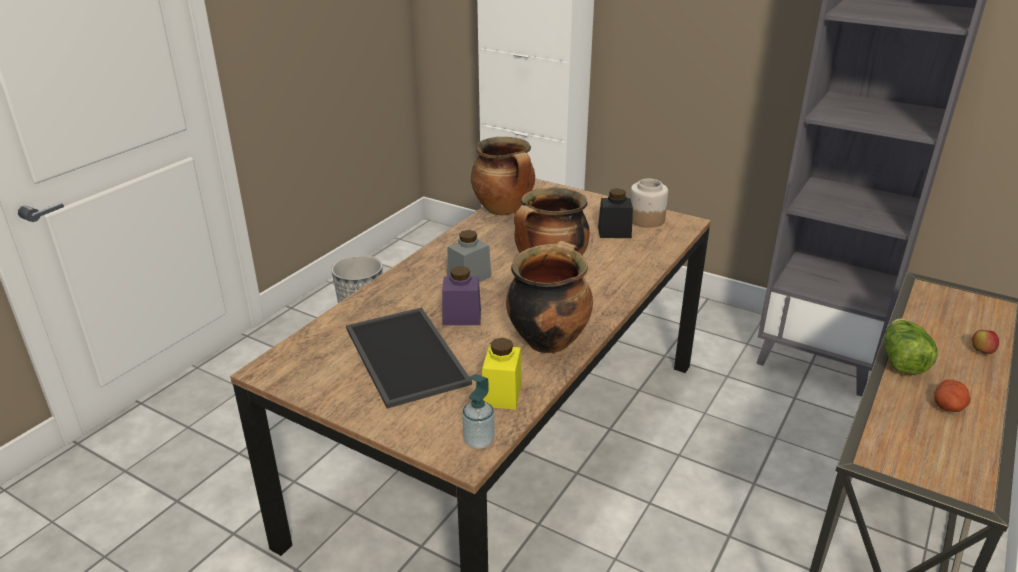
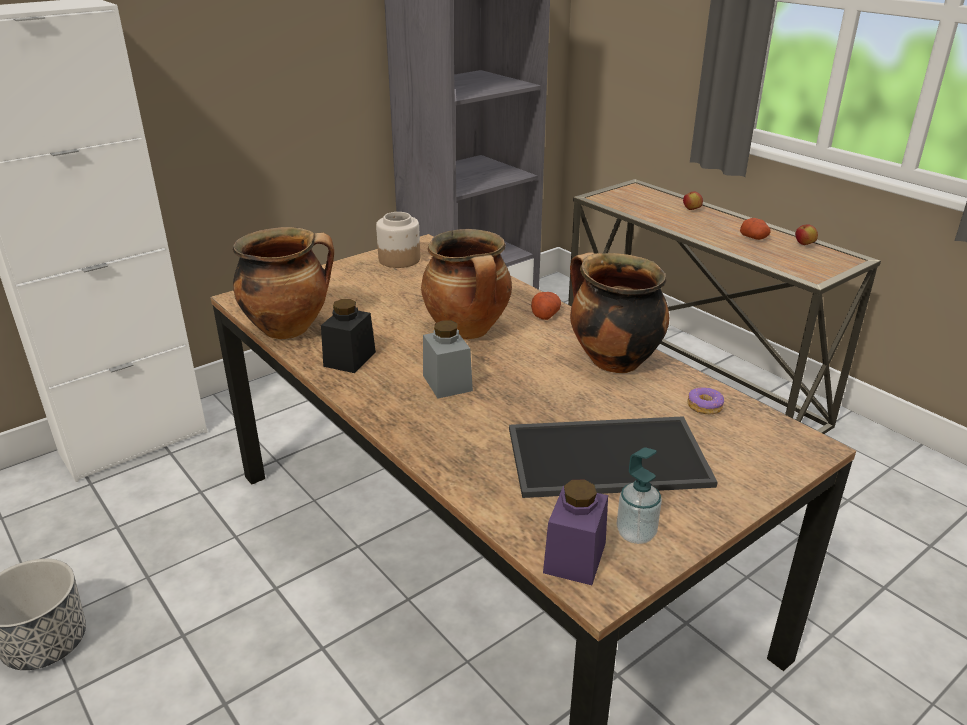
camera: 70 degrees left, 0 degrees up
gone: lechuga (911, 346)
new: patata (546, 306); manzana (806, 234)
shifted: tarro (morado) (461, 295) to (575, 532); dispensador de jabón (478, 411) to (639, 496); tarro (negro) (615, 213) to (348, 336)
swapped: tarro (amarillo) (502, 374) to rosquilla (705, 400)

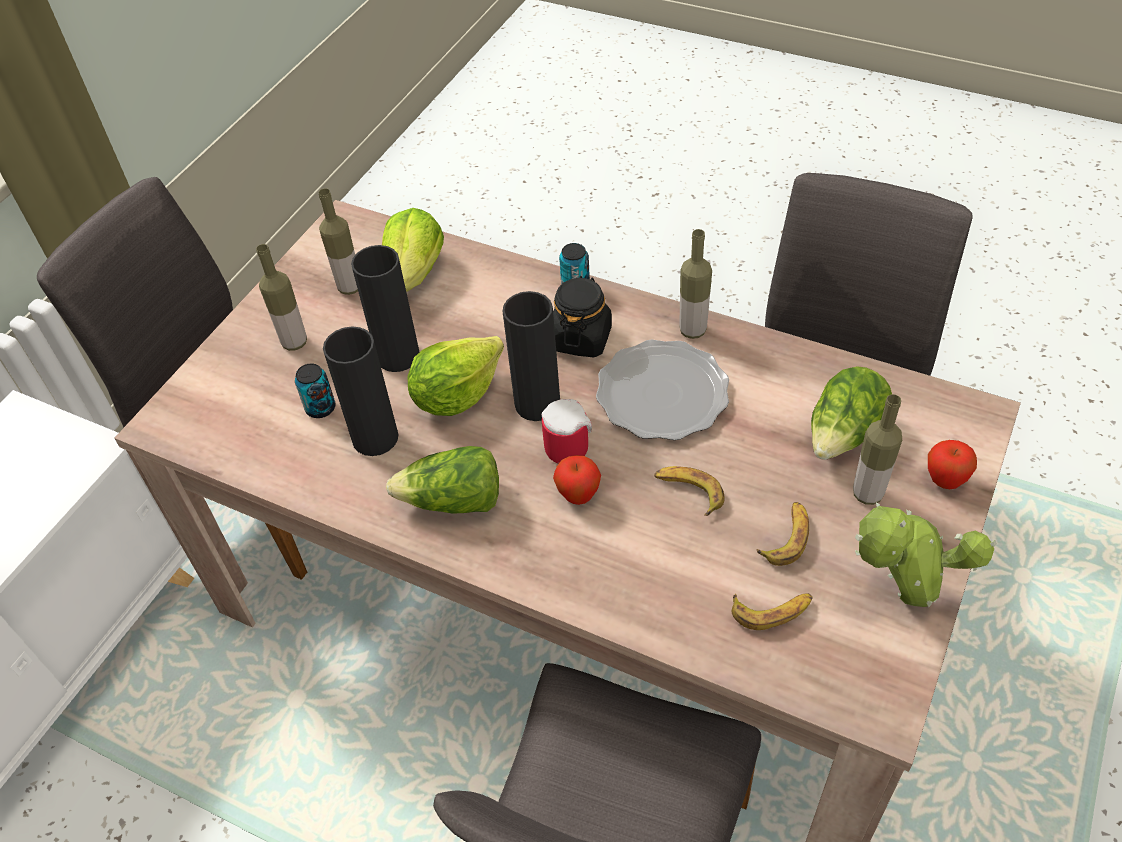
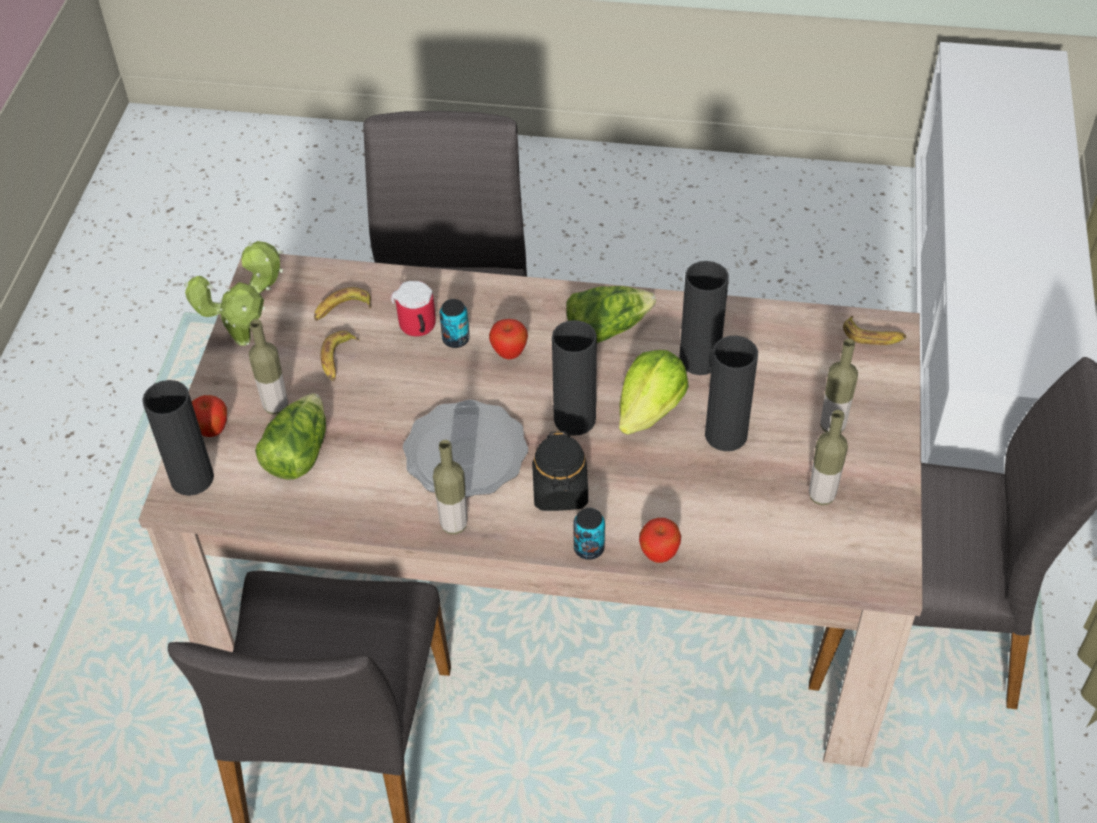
camera: 160 degrees right, 0 degrees up
gone: lechuga (413, 250)
new: florero (negro) (178, 438); manzana (660, 540)
shifted: lata (315, 390) to (454, 323); taza grande (567, 431) to (413, 308); plátano (689, 491) to (874, 330)

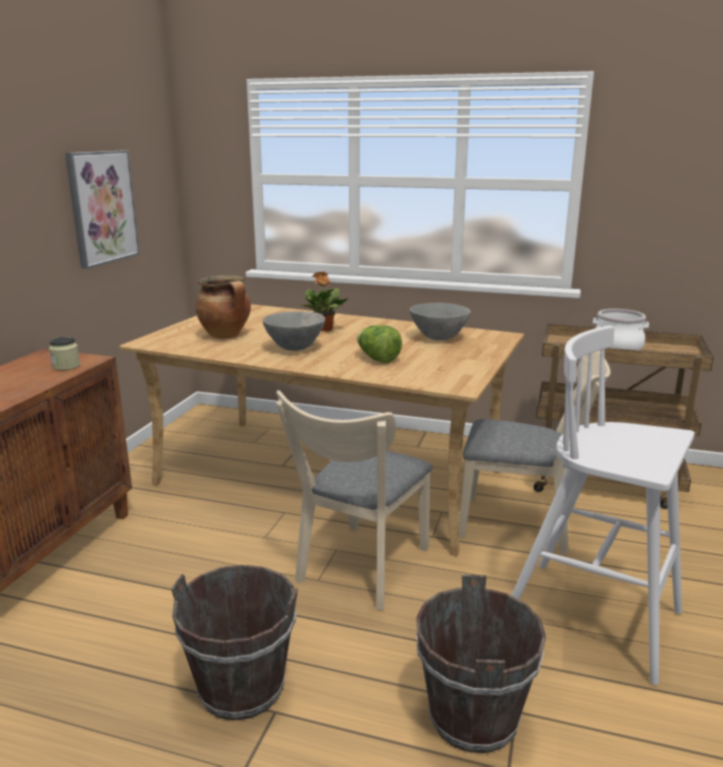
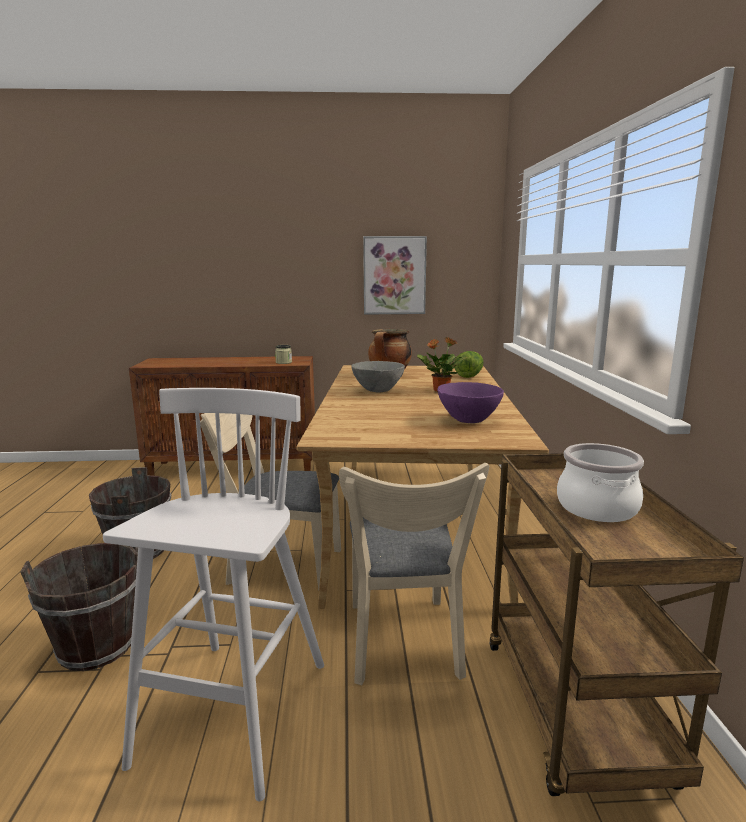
camera: 70 degrees right, 5 degrees down
shifted: lechuga (379, 344) to (469, 364)
repainted: cuenco (gris) (440, 321) to cuenco (morado) (470, 402)

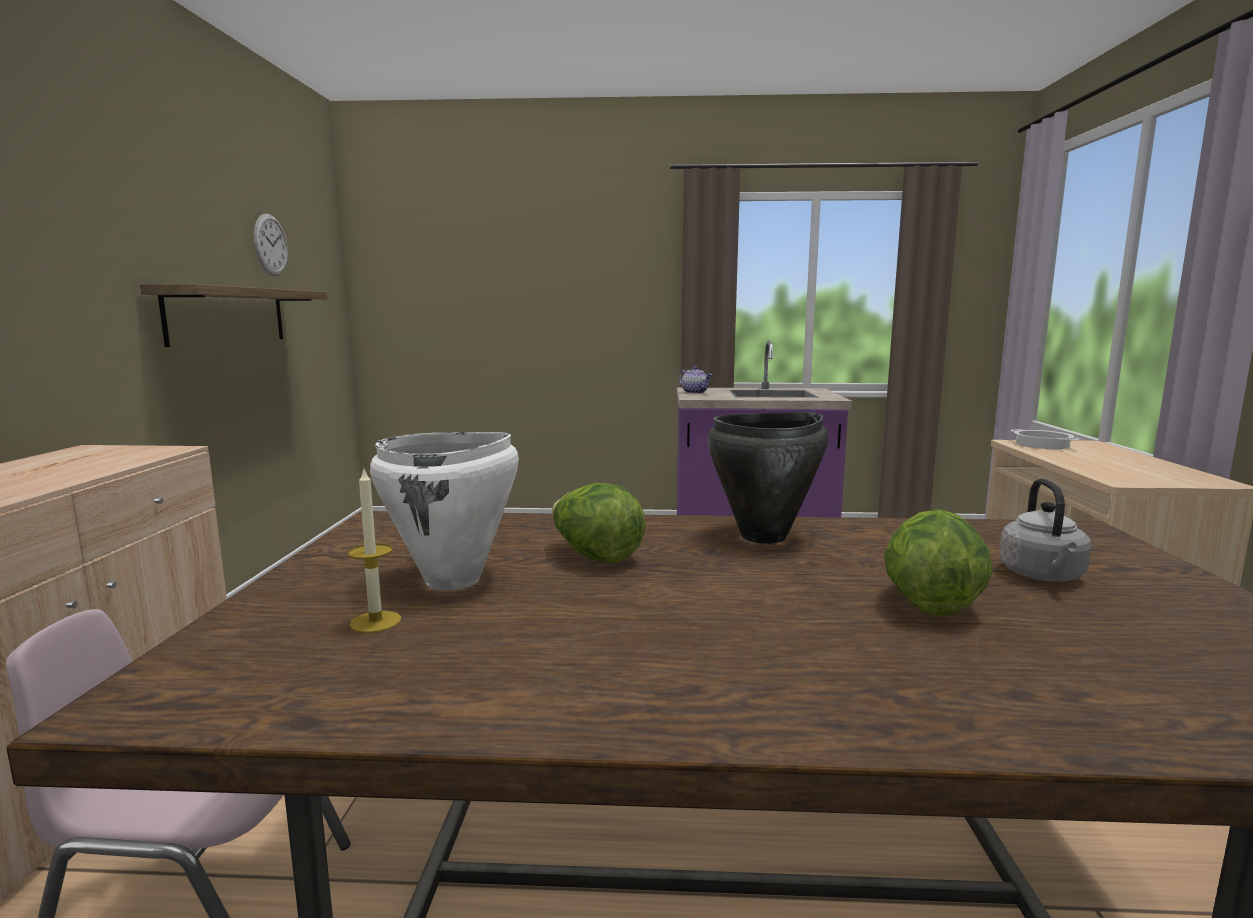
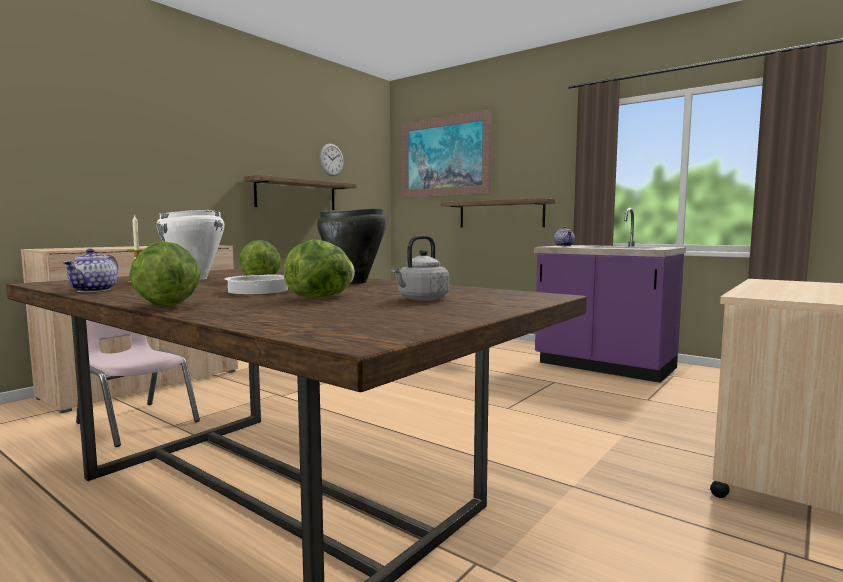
camera: 35 degrees right, 5 degrees down
new: tetera (90, 270); lechuga (165, 274); cuadro (447, 154); estante (498, 212)
shifted: olla (1045, 439) to (256, 285)

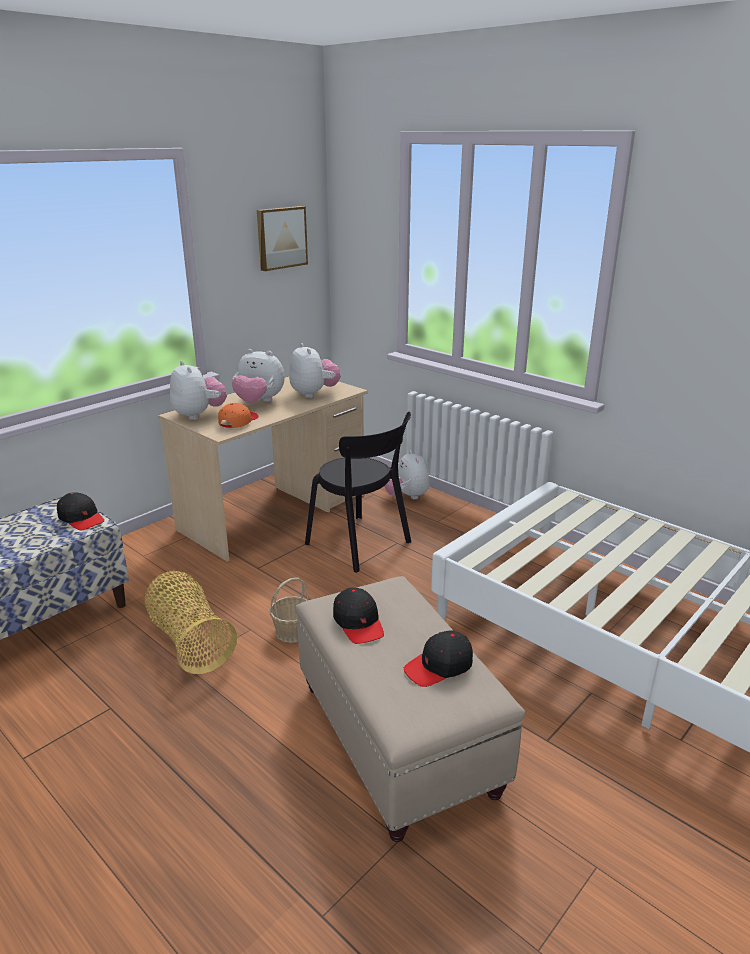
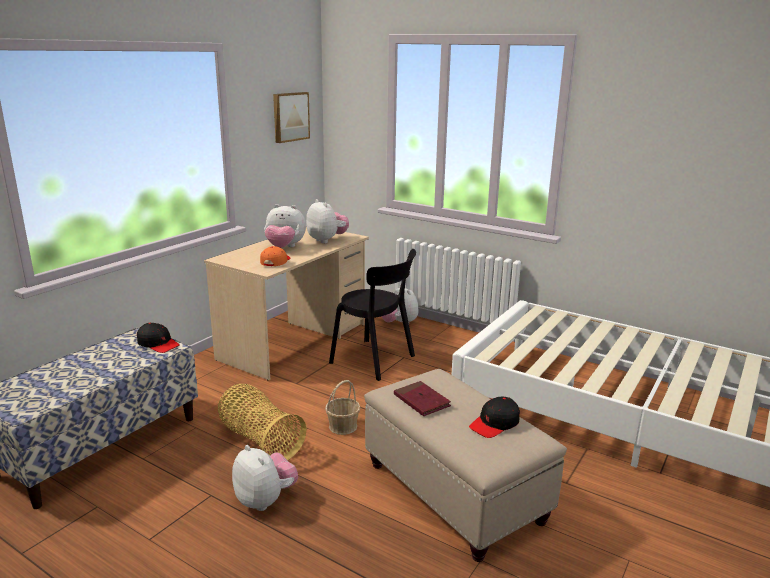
camera: 10 degrees left, 5 degrees down
shifted: peluche (198, 390) to (265, 478)
swapped: gorra (negro) (358, 616) to libro (rojo) (422, 398)

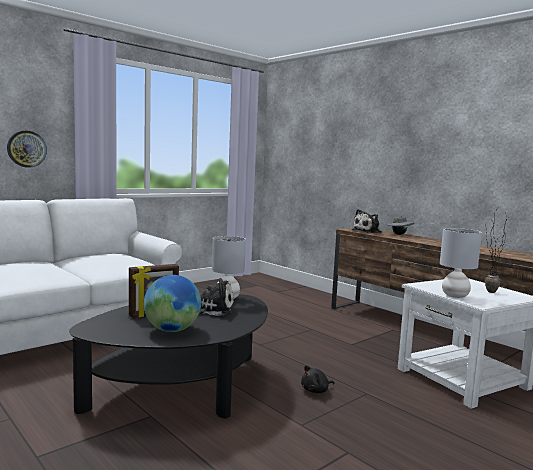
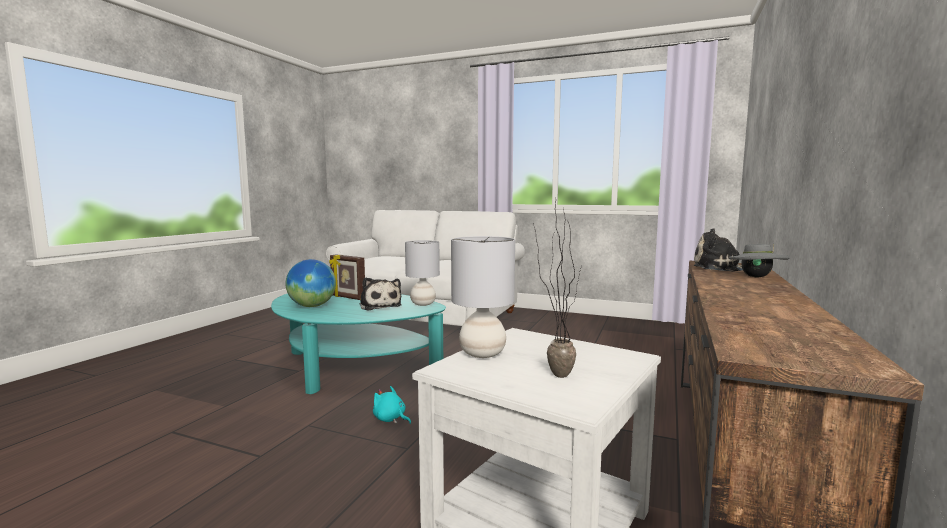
camera: 65 degrees right, 0 degrees up
gone: reloj de pared (27, 149)
repainted: mesa de centro (negro) (168, 356) to mesa de centro (turquesa) (358, 344); peluche (negro) (317, 379) to peluche (turquesa) (392, 405)

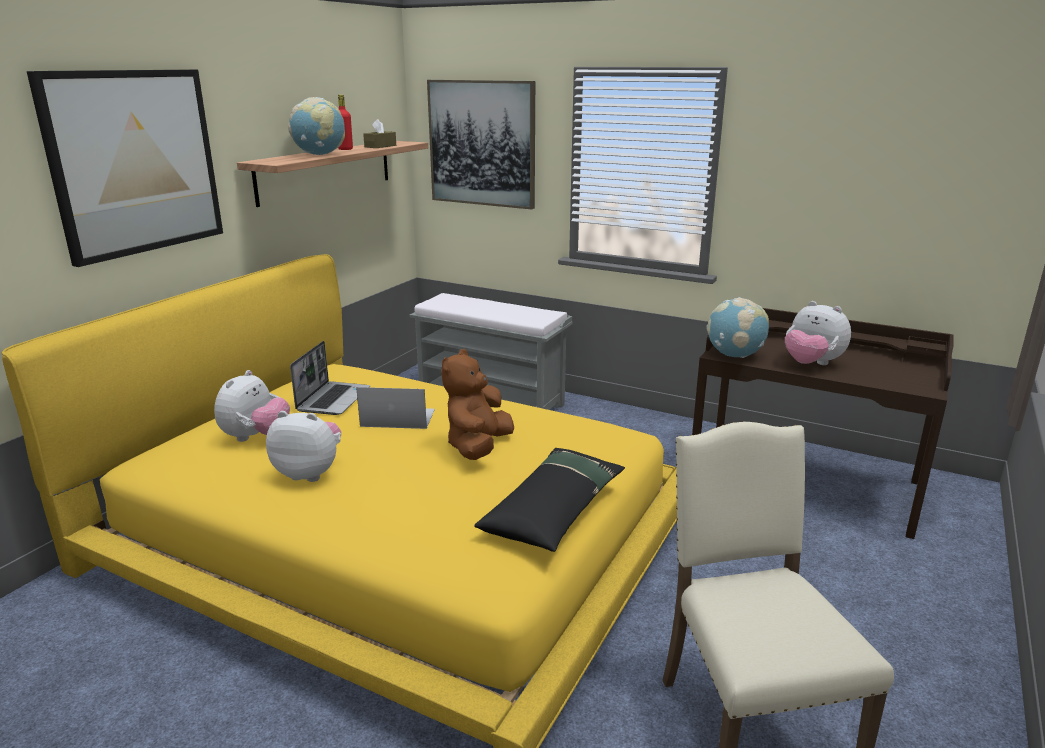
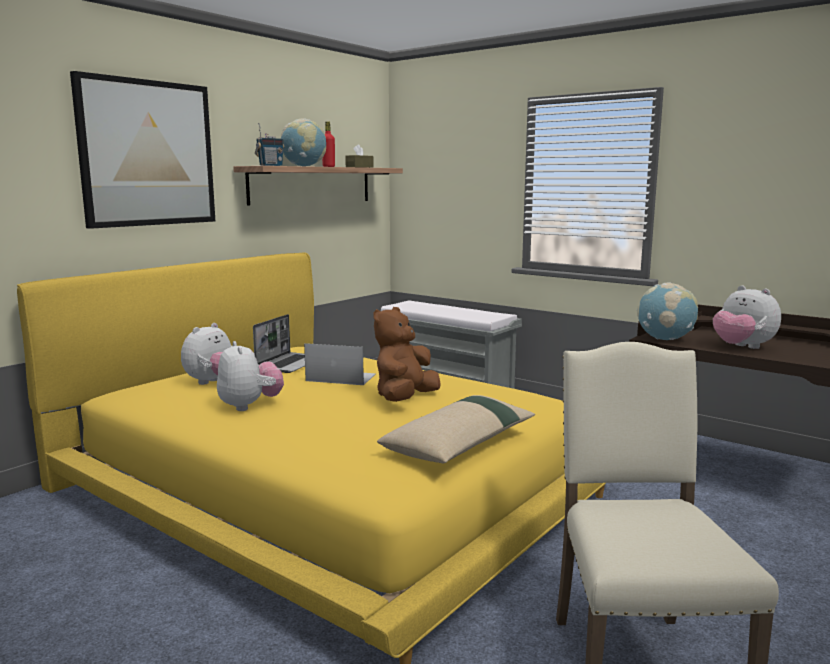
camera: 10 degrees right, 10 degrees down
gone: cuadro (481, 145)
new: radio (269, 144)
repainted: cojín (negro) (549, 500) to cojín (beis) (456, 429)
rotated: peluche (303, 446) = (250, 376) 45 degrees clockwise

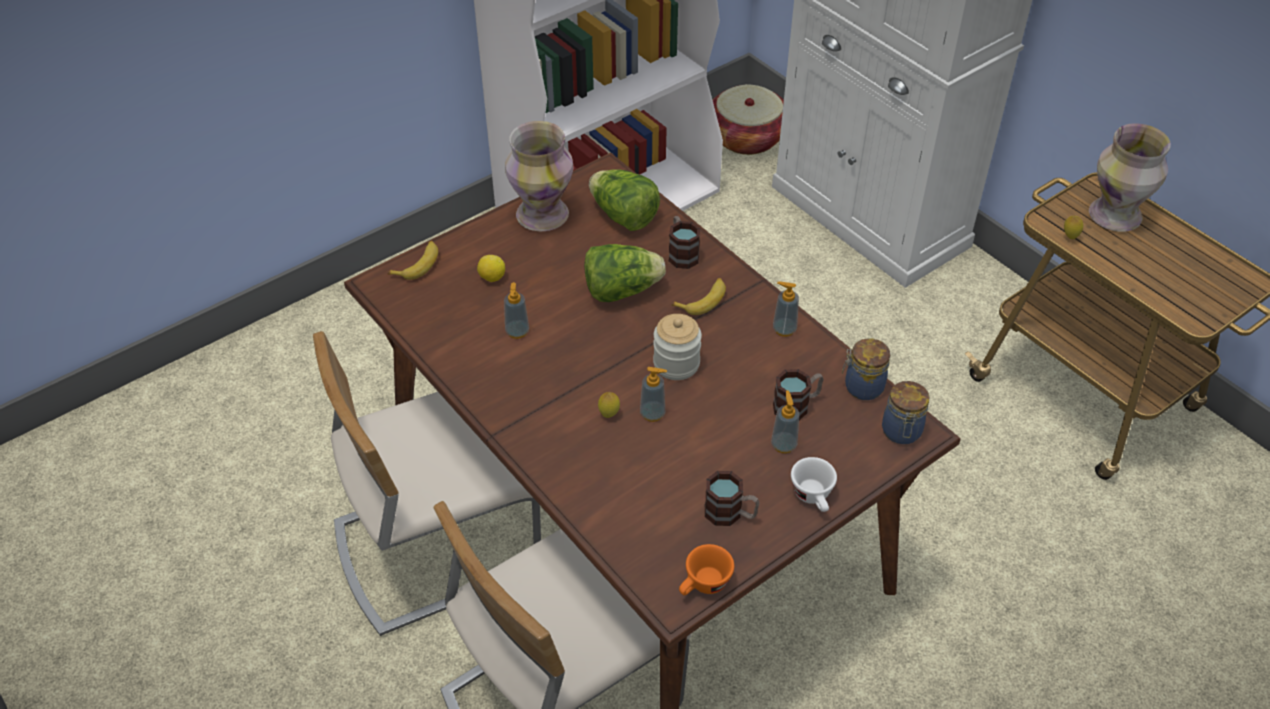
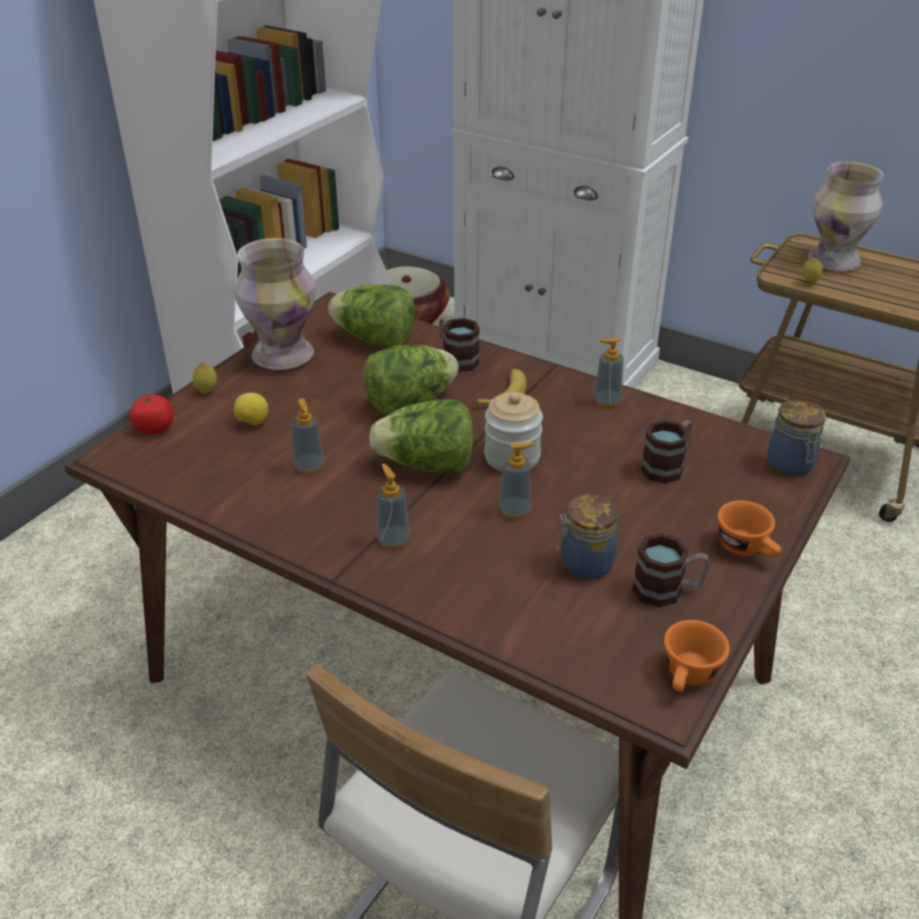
camera: 20 degrees left, 10 degrees down
gone: silla (beis) (427, 483)
new: lechuga (421, 436)
shifted: limón (609, 405) to (205, 378); dispensador de jabón (785, 421) to (393, 506); tarro (866, 369) to (587, 537)
swapped: plátano (413, 260) to tomate (151, 414)
repainted: taza (blanco) (814, 484) to taza (naranja) (749, 529)

